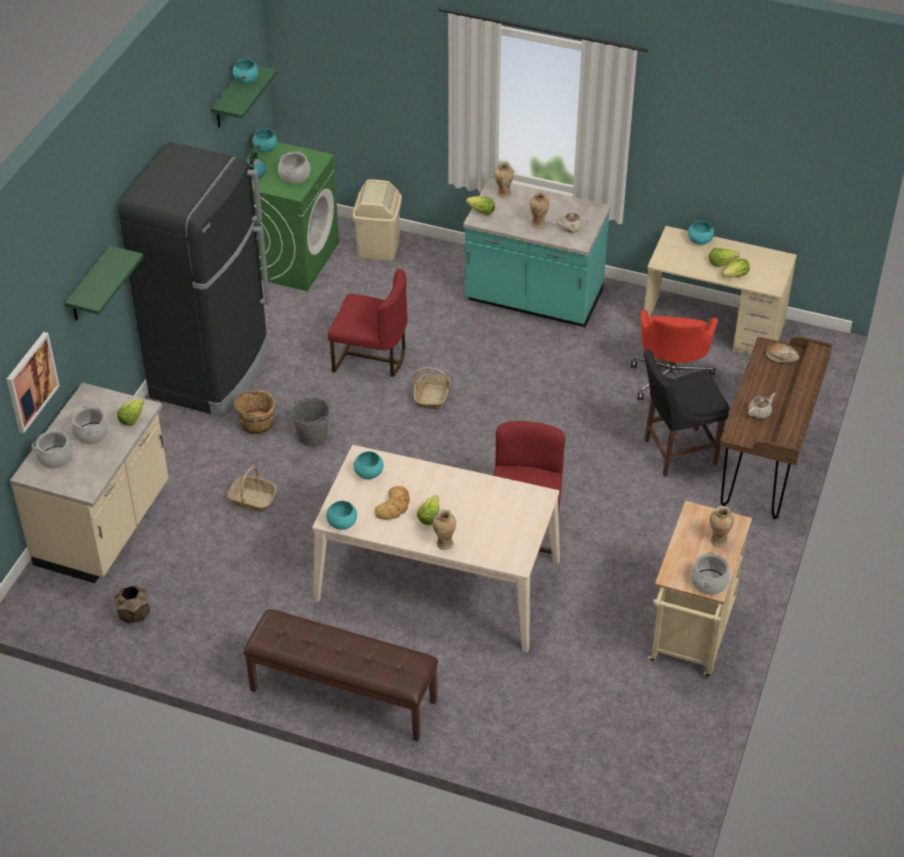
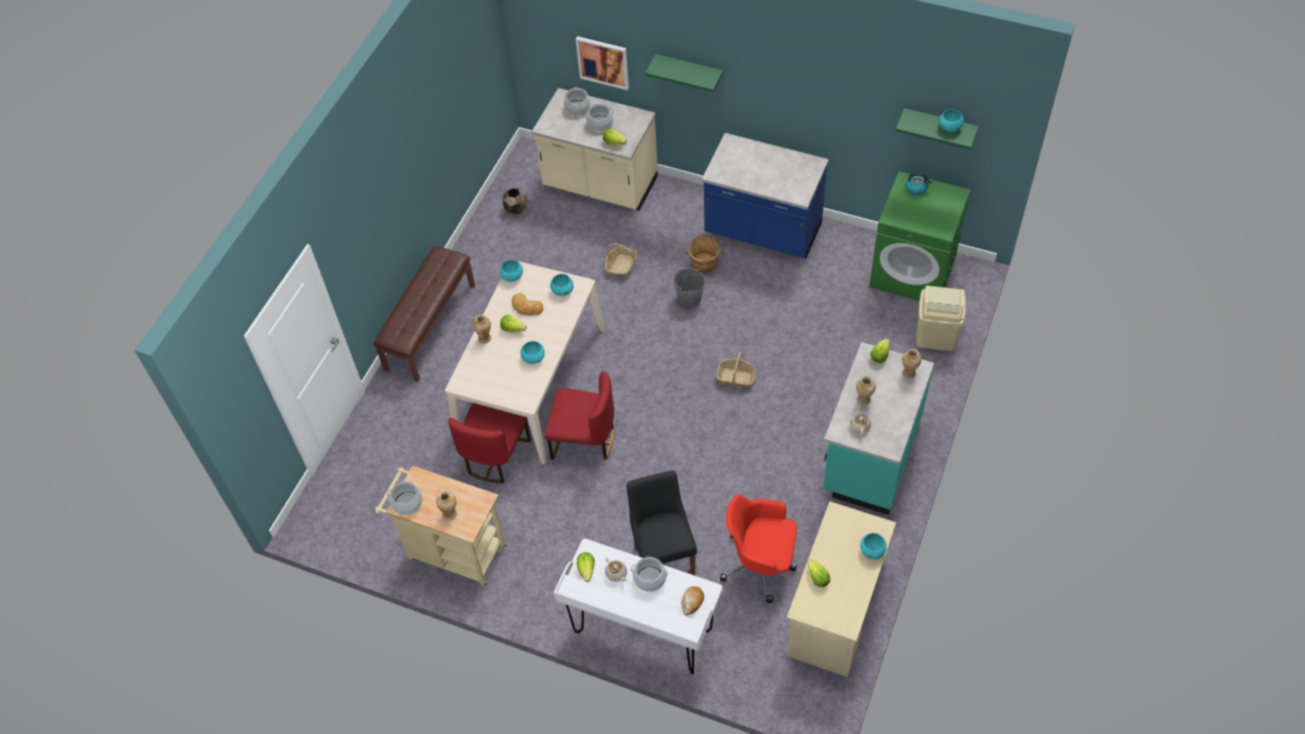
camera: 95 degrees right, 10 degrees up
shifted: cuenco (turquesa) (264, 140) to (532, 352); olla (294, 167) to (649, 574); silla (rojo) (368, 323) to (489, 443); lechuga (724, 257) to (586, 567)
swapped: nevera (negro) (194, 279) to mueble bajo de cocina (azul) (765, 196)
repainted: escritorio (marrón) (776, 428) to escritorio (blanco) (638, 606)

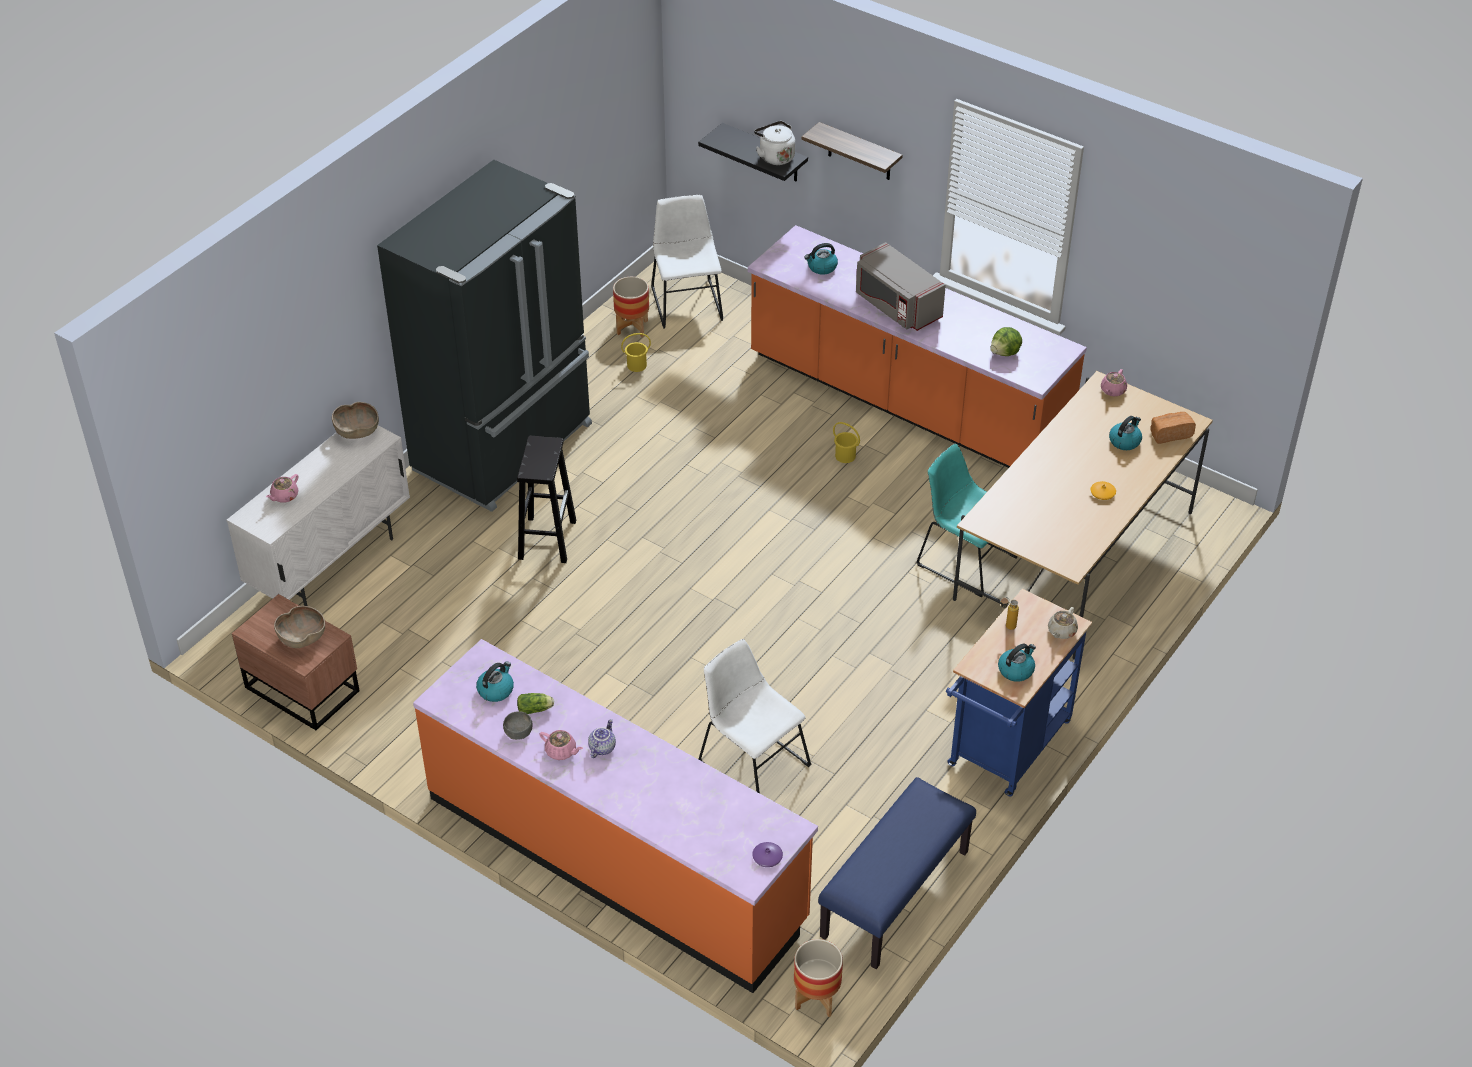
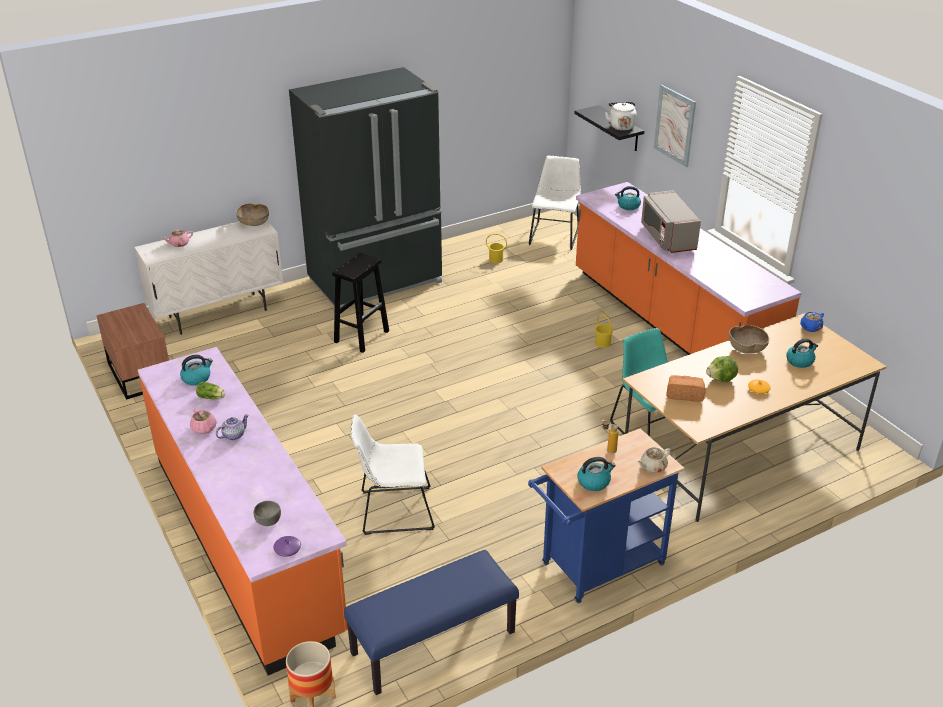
camera: 25 degrees right, 10 degrees down
gone: maceta (631, 307)
shifted: cuenco (marrón) (299, 627) to (749, 339); cuenco (gris) (517, 725) to (267, 513); lechuga (1006, 341) to (722, 369); pan (1173, 428) to (686, 388)
swapped: estante (852, 151) to cuadro (675, 126)
repainted: tetera (rosa) (1114, 382) to tetera (azul) (812, 322)
rotated: silla (blanco) (754, 716) = (393, 474) 75 degrees counterclockwise

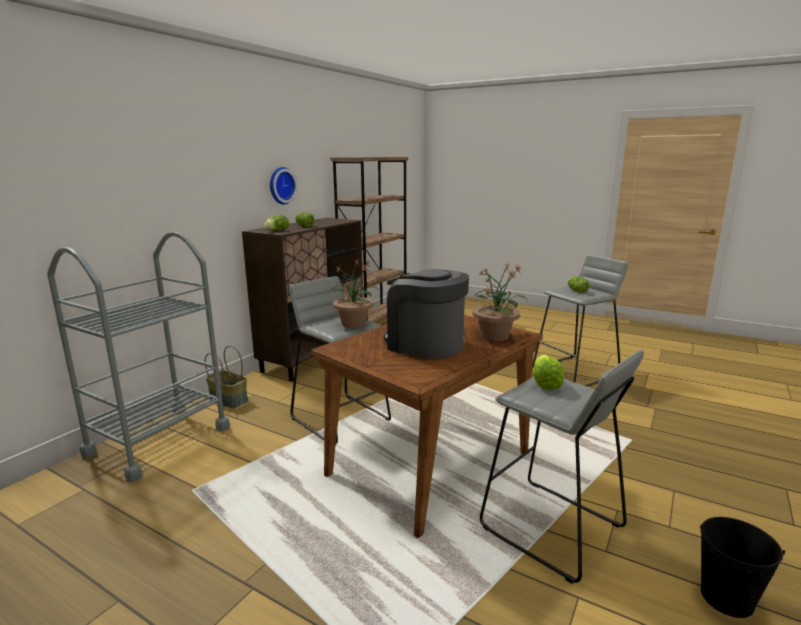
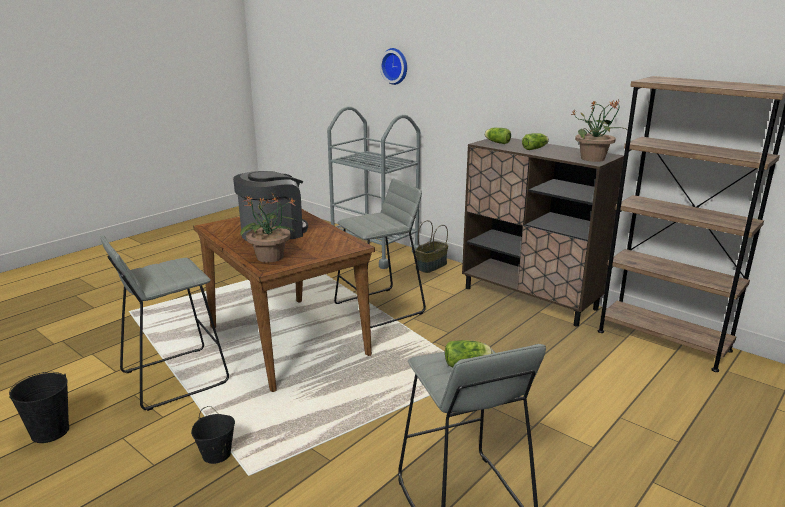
camera: 100 degrees right, 5 degrees up
gone: lechuga (548, 372)
new: cubo (negro) (213, 435)
shifted: reloj de pared (283, 186) to (393, 66); planta en maceta (355, 293) to (598, 131)

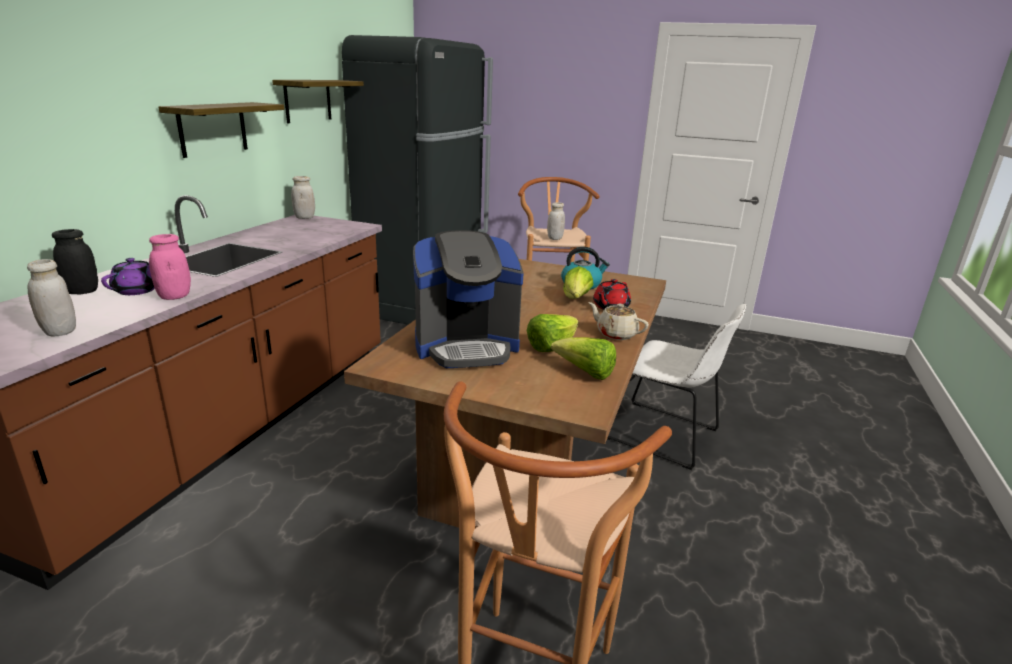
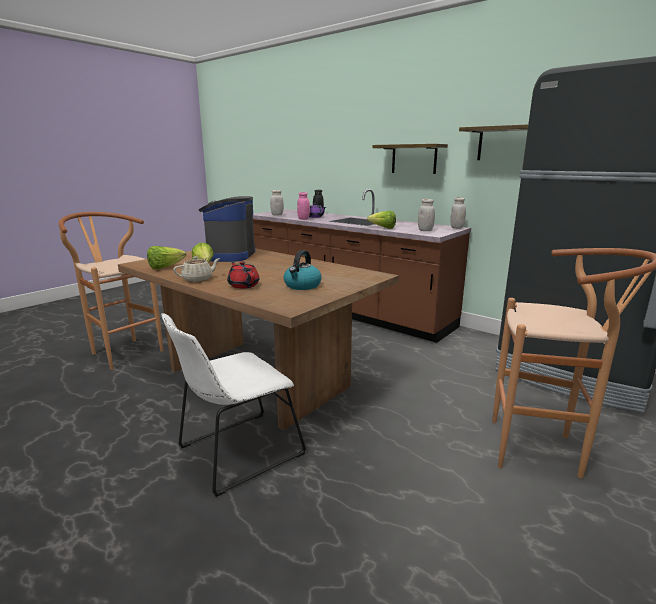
camera: 110 degrees right, 5 degrees down
shifted: tarro (blanco) (556, 221) to (426, 215); lechuga (578, 282) to (381, 220)

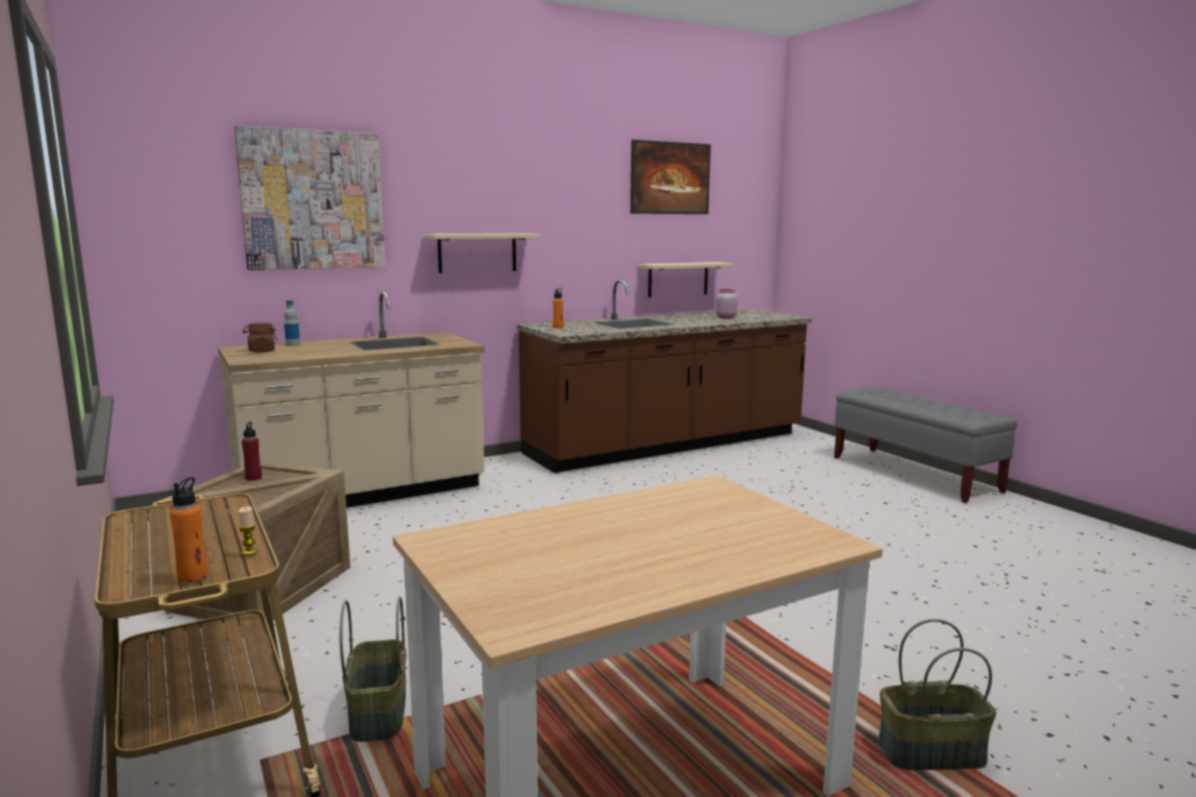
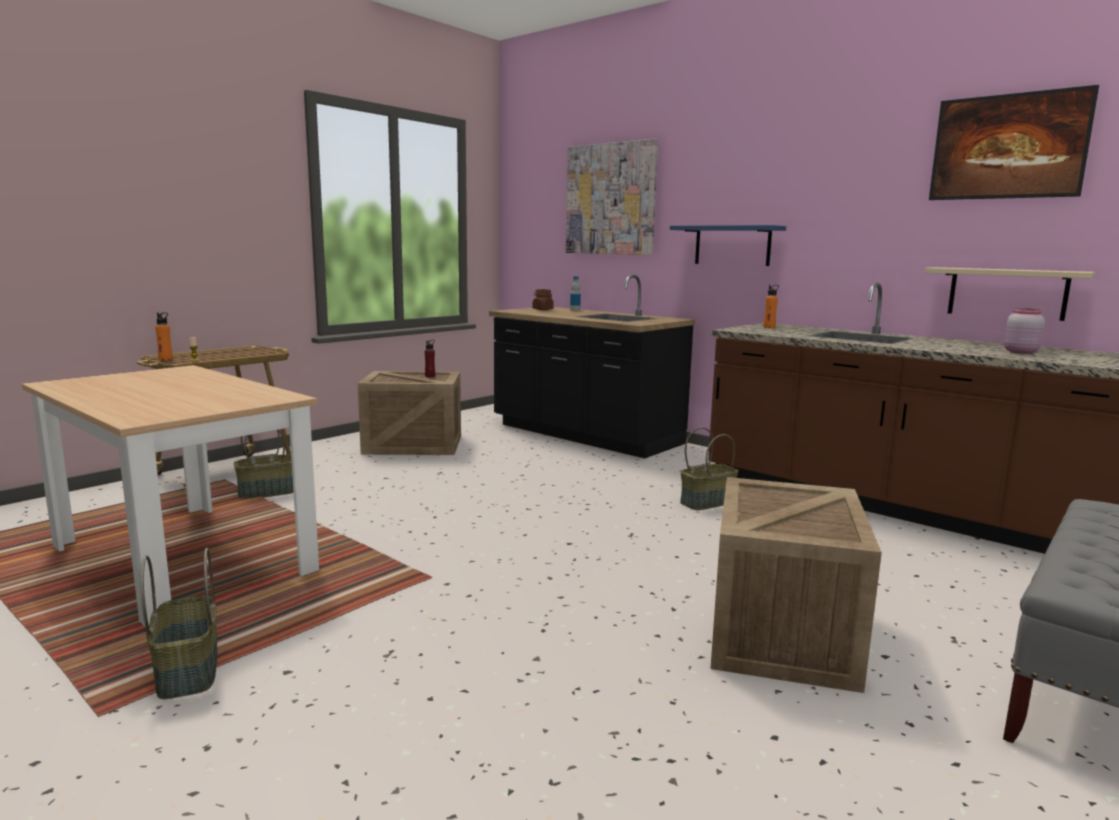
camera: 70 degrees right, 0 degrees up
new: cesta (709, 468); caja de embalaje (796, 585)
repainted: mueble bajo de cocina (beis) (351, 399) to mueble bajo de cocina (negro) (592, 367); estante (beis) (482, 253) to estante (azul) (728, 245)

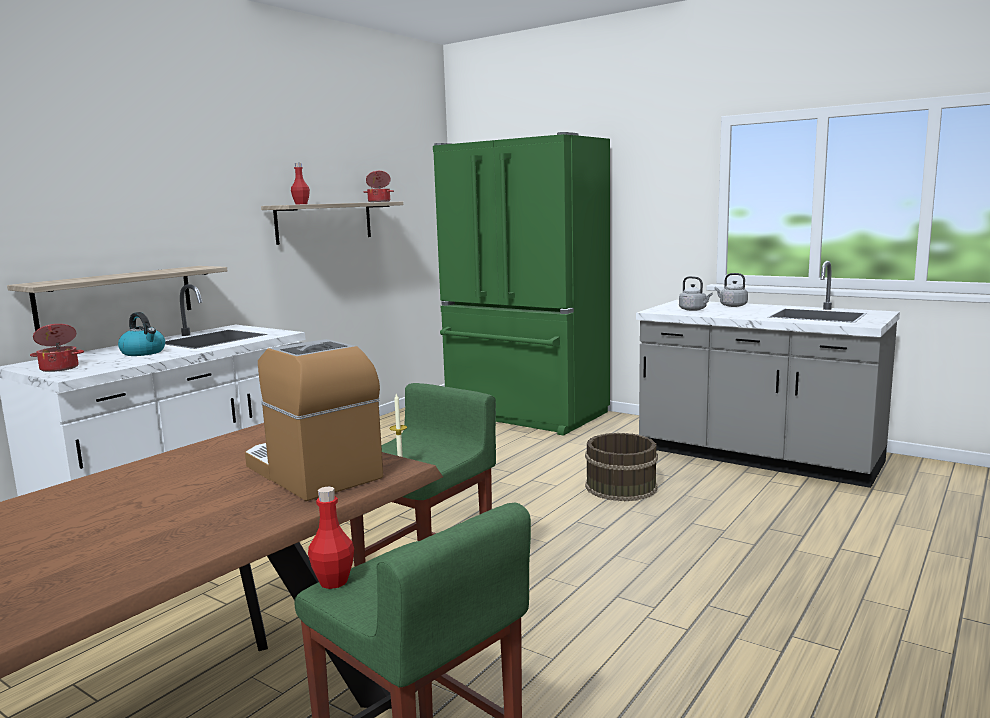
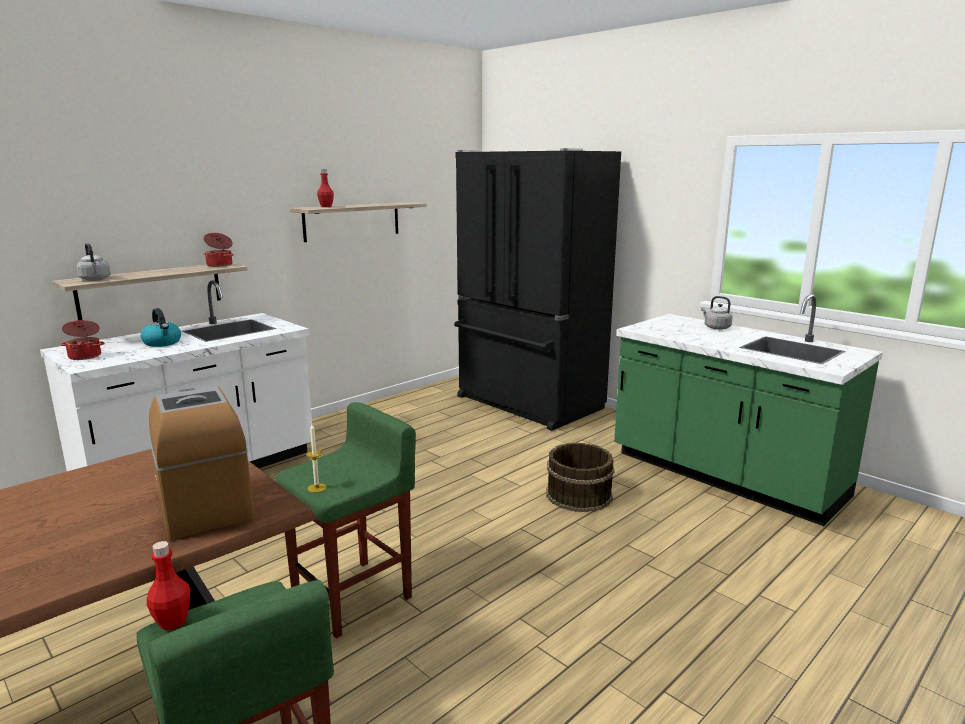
camera: 10 degrees right, 5 degrees up
shifted: olla (379, 186) to (219, 250); hervidor (gris) (695, 293) to (93, 262)
repainted: nevera (verde) (521, 284) to nevera (negro) (537, 289); mueble bajo de cocina (gris) (768, 374) to mueble bajo de cocina (verde) (748, 410)

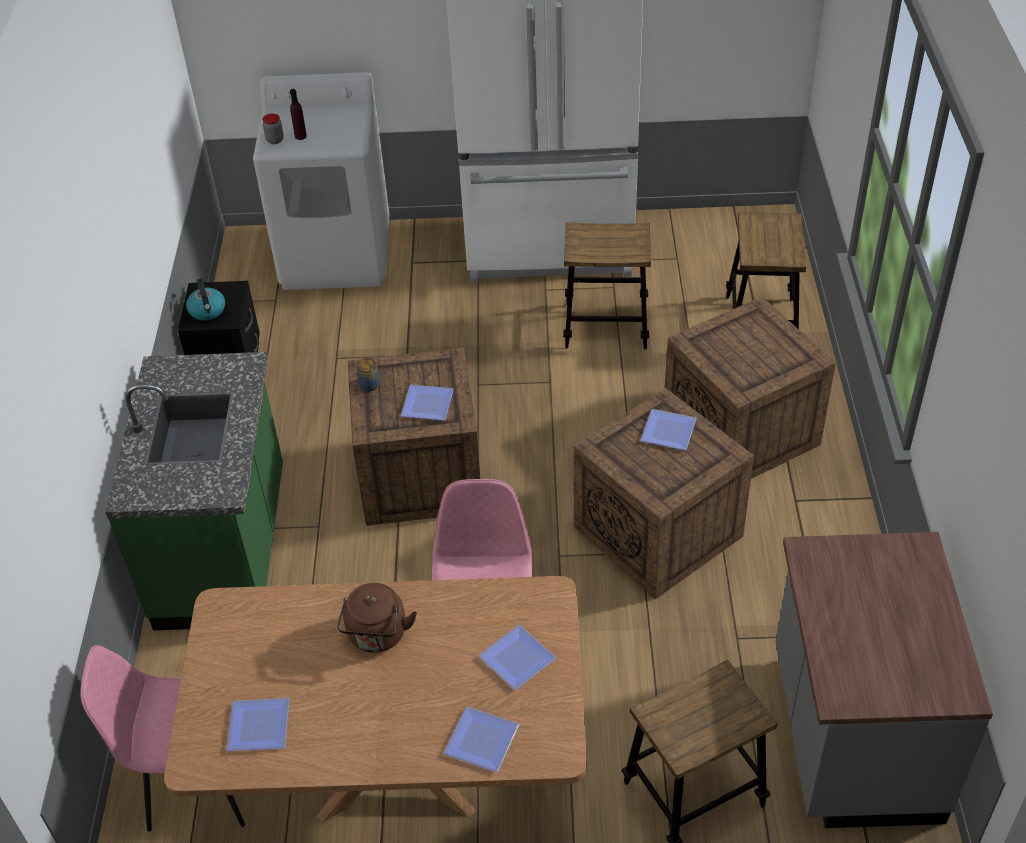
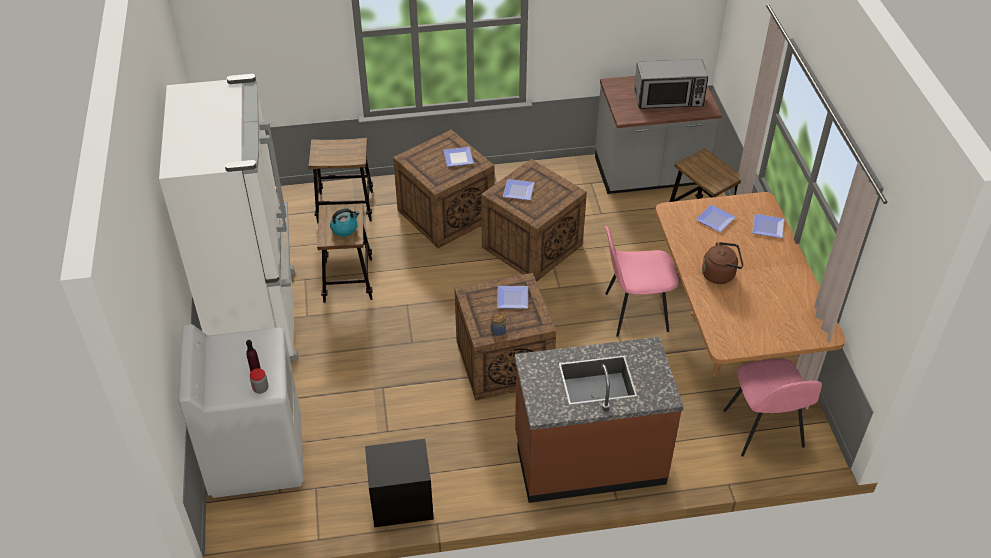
camera: 100 degrees left, 0 degrees up
new: microondas (671, 84)
shifted: hervidor (205, 299) to (344, 222); plato (257, 724) to (458, 157)
repainted: mueble bajo de cocina (verde) (194, 491) to mueble bajo de cocina (marrón) (599, 420)

